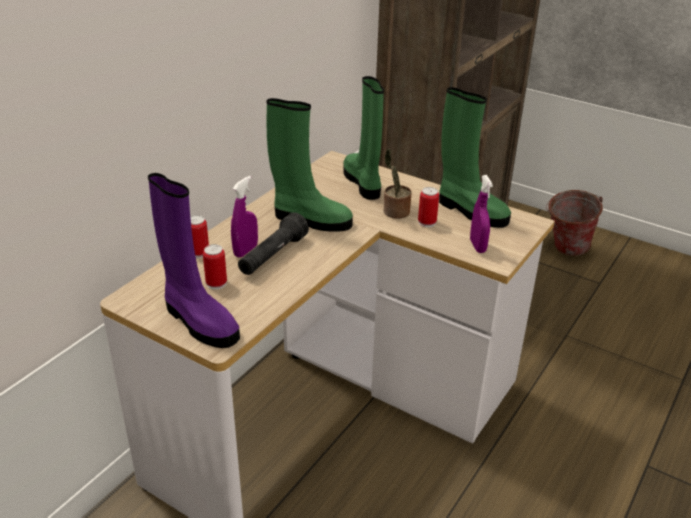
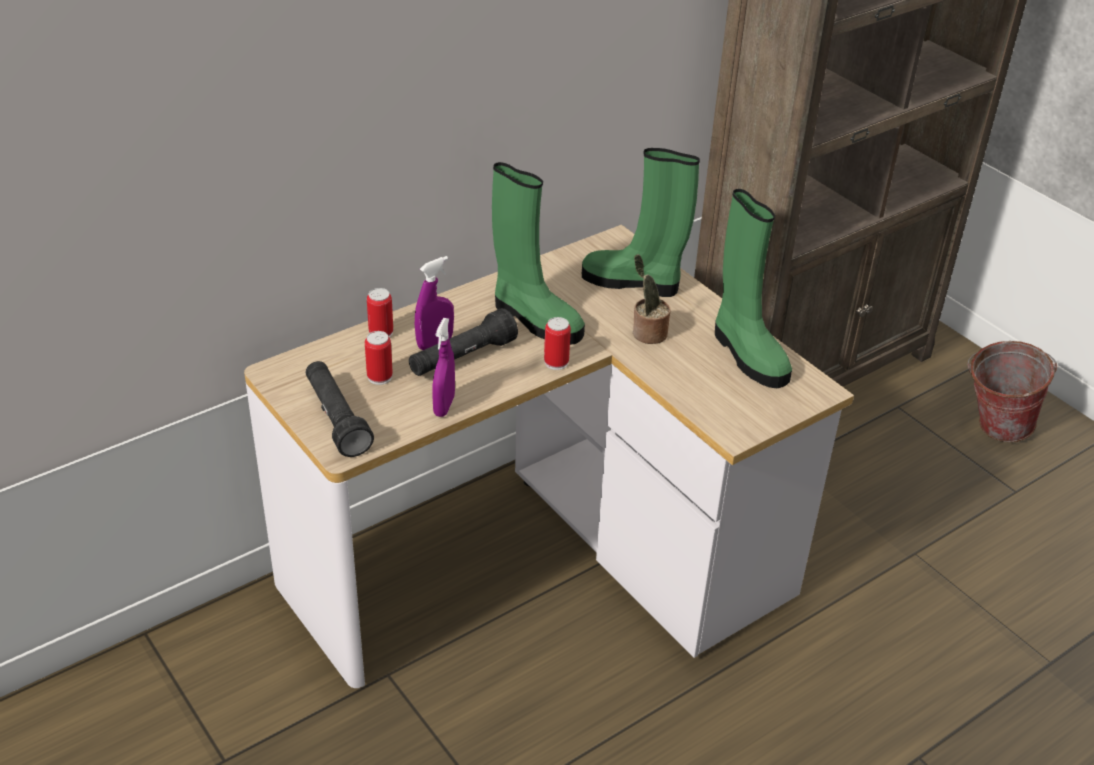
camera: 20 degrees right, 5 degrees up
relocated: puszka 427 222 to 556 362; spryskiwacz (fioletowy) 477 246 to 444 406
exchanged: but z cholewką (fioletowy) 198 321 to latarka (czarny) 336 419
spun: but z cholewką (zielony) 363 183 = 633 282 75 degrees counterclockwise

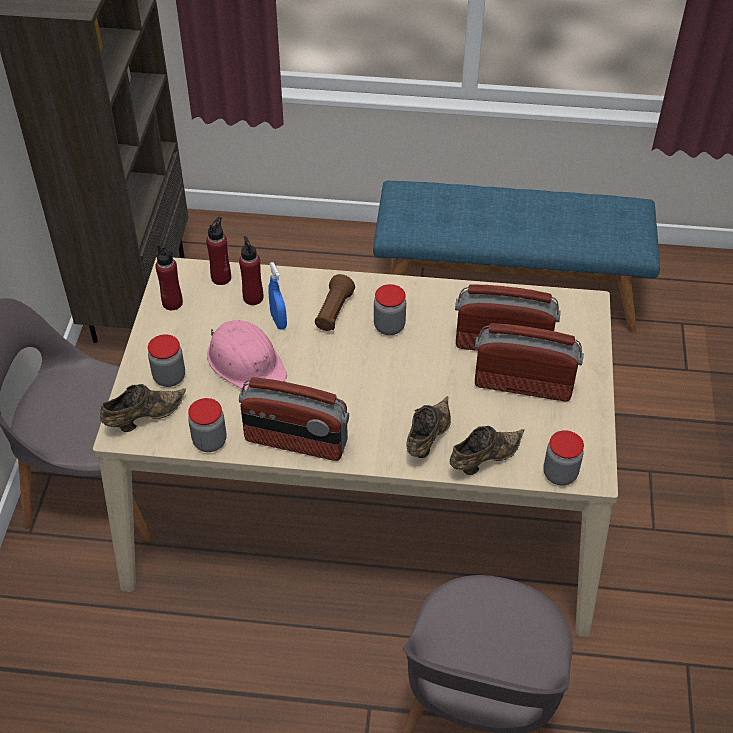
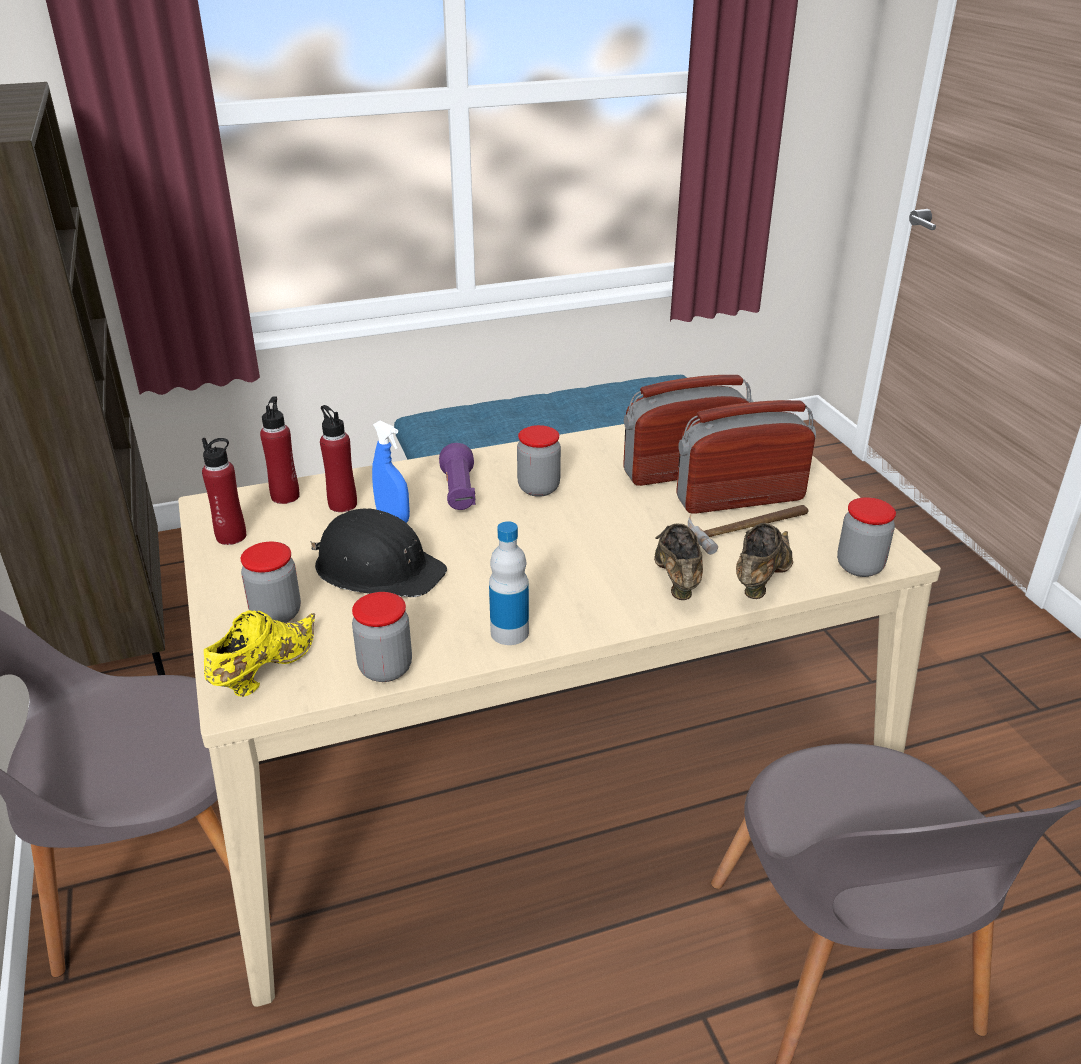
camera: 25 degrees left, 15 degrees down
appeared: młotek 748 526
exchanged: radio 295 442 to butelka 509 632
colour: but (brązowy) 143 418 to but (żółty) 263 671; kask (różowy) 246 362 to kask (czarny) 378 569; latarka (brązowy) 333 312 to latarka (fioletowy) 459 493

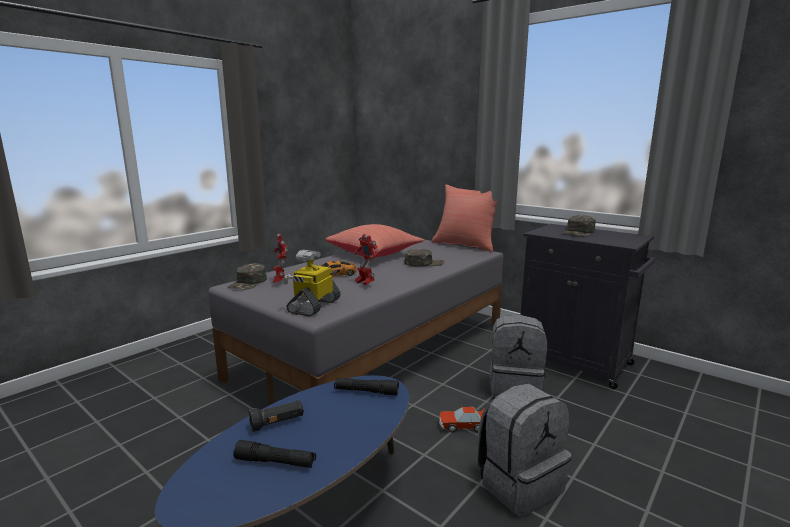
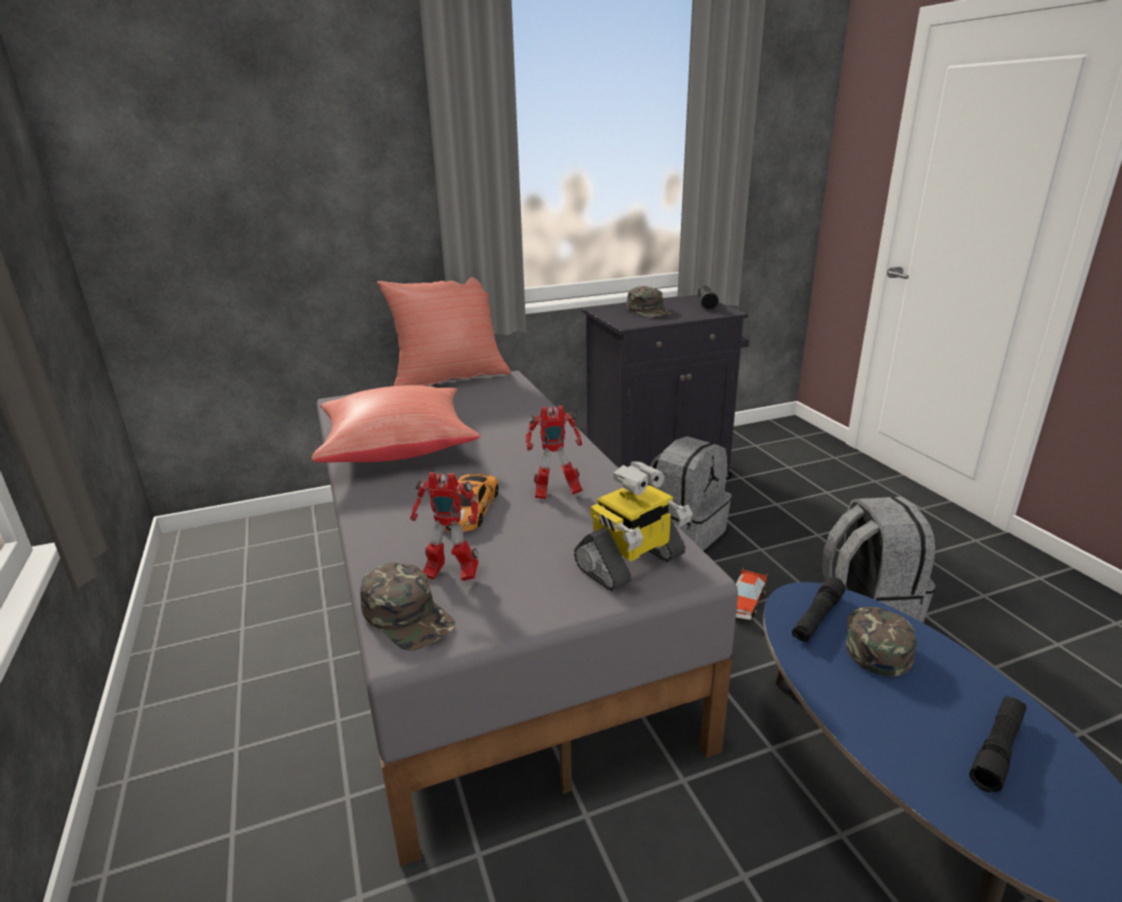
camera: 60 degrees left, 10 degrees up
relocated: latarka (czarny) 277 423 to 706 305; czapka z daszkiem (zielony) 424 263 to 876 642
spun: robot zabawkowy 313 306 = 631 563 90 degrees counterclockwise

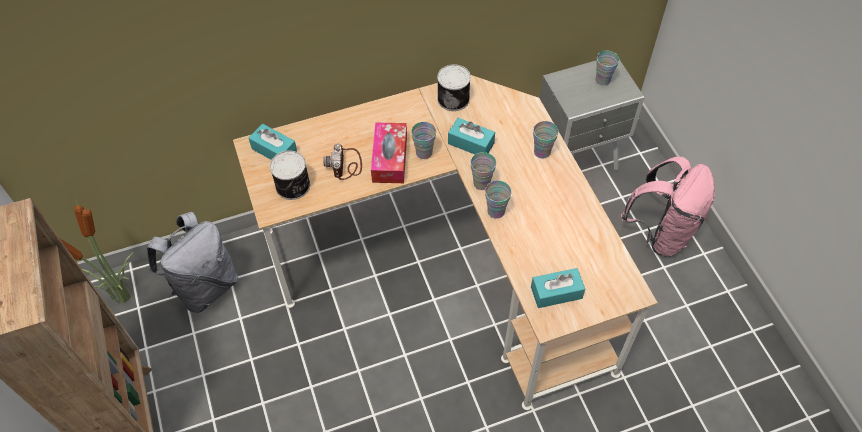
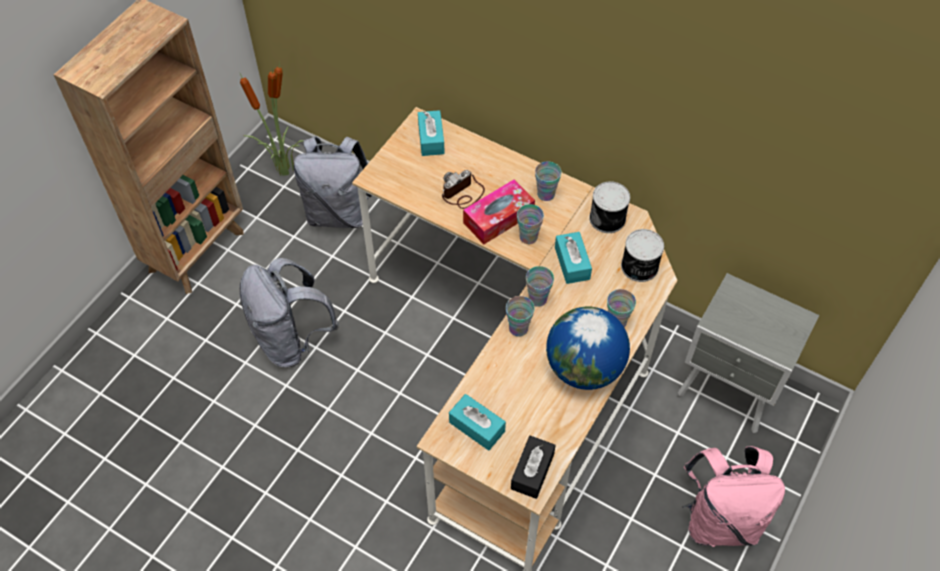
camera: 50 degrees right, 0 degrees up
appeared: plecak (szary) 292 339; pudełko chusteczek (czarny) 532 471; globus 584 368
relocated: puszka 293 186 to 639 267; filiżanka 602 80 to 546 194

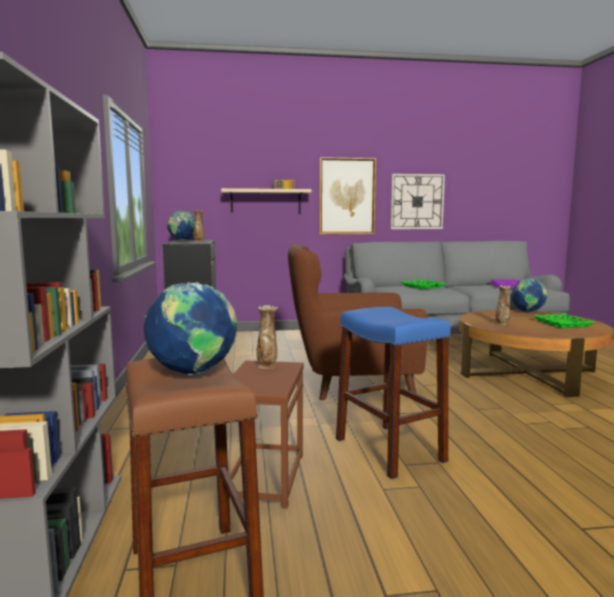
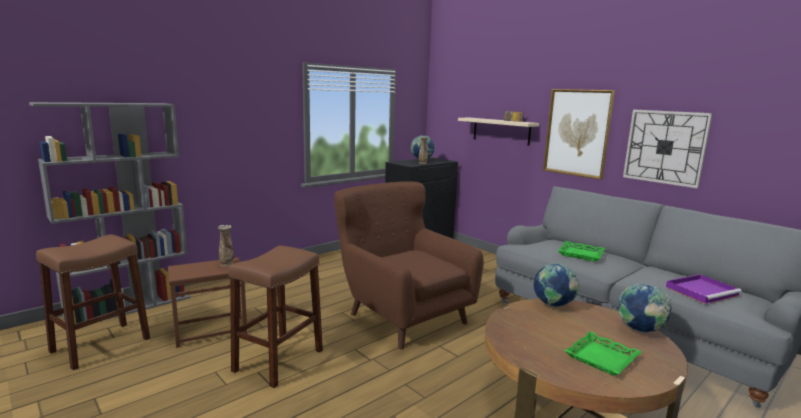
camera: 55 degrees right, 5 degrees up
missing: wazon 502 324
relocated: globus 193 374 to 553 305
colour: stołek (niebieski) 389 450 to stołek (brązowy) 279 360

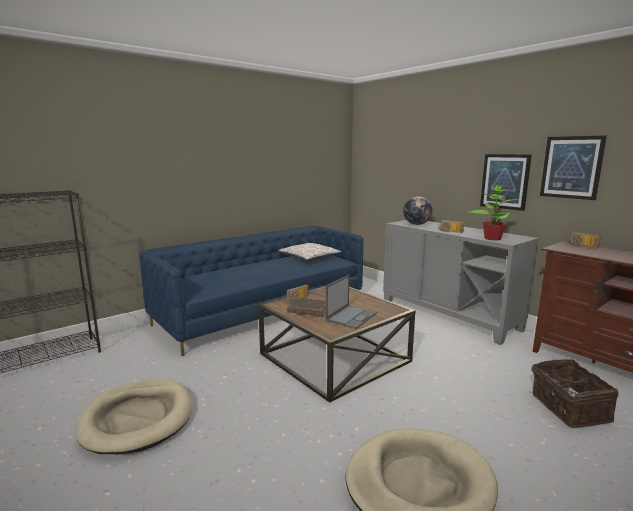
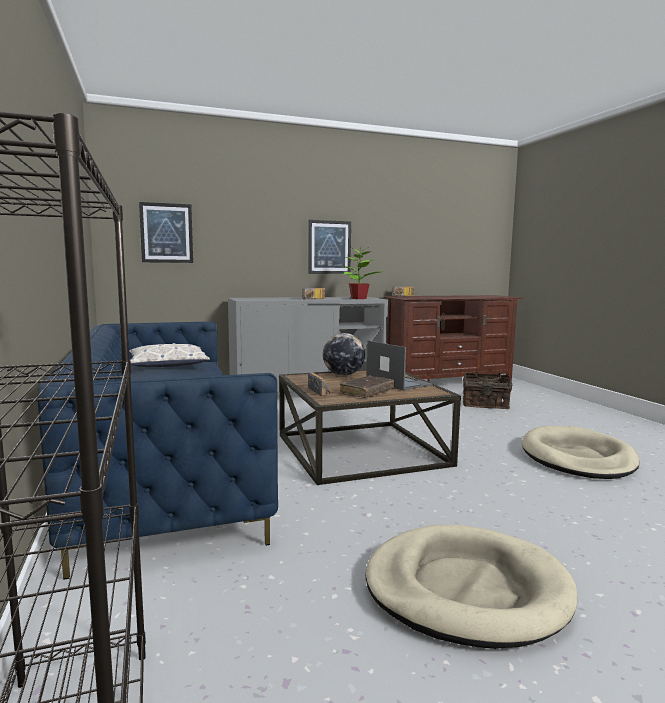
camera: 70 degrees left, 5 degrees down
relocated: globus 416 224 to 343 375; obraz 571 167 to 166 233

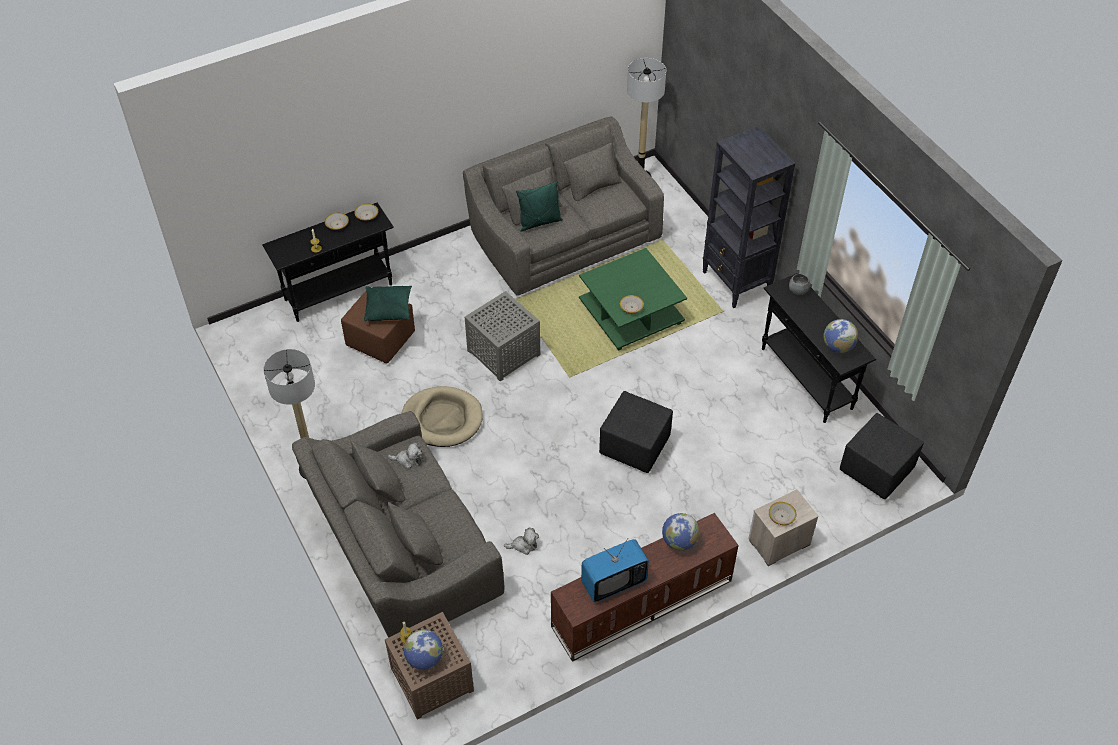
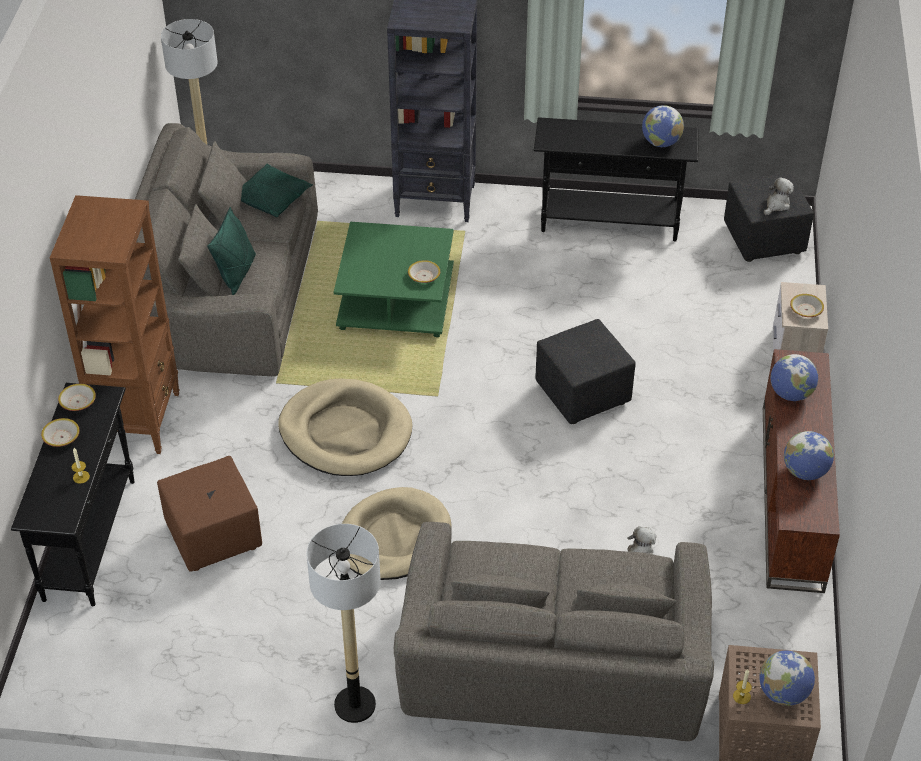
camera: 55 degrees left, 5 degrees down
missing: miska (szary) 798 290
appeared: regał (brązowy) 139 420
relocated: poduszka (zielony) 388 309 to 272 199; pluszak 408 460 to 777 204
exchanged: stolik (szary) 503 351 to legowisko (beżowy) 345 432; telewizor 613 582 to globus 805 471

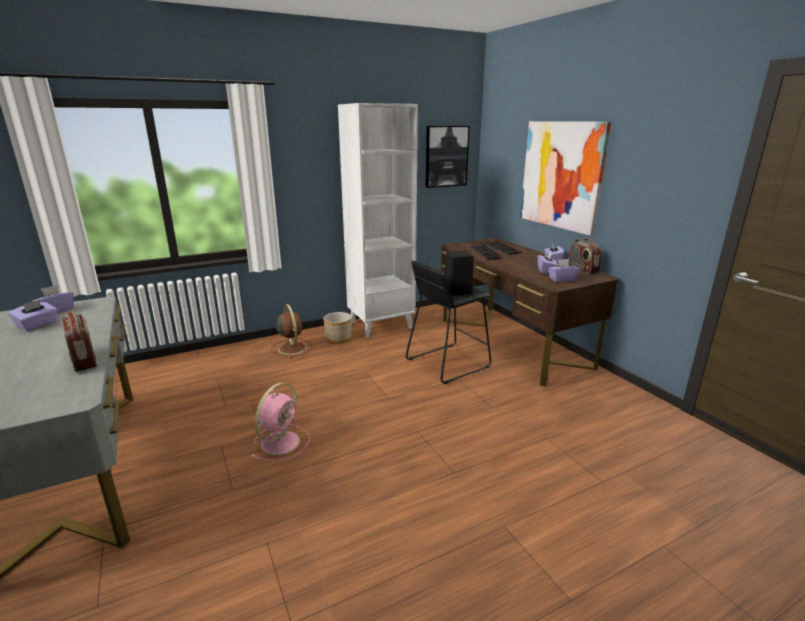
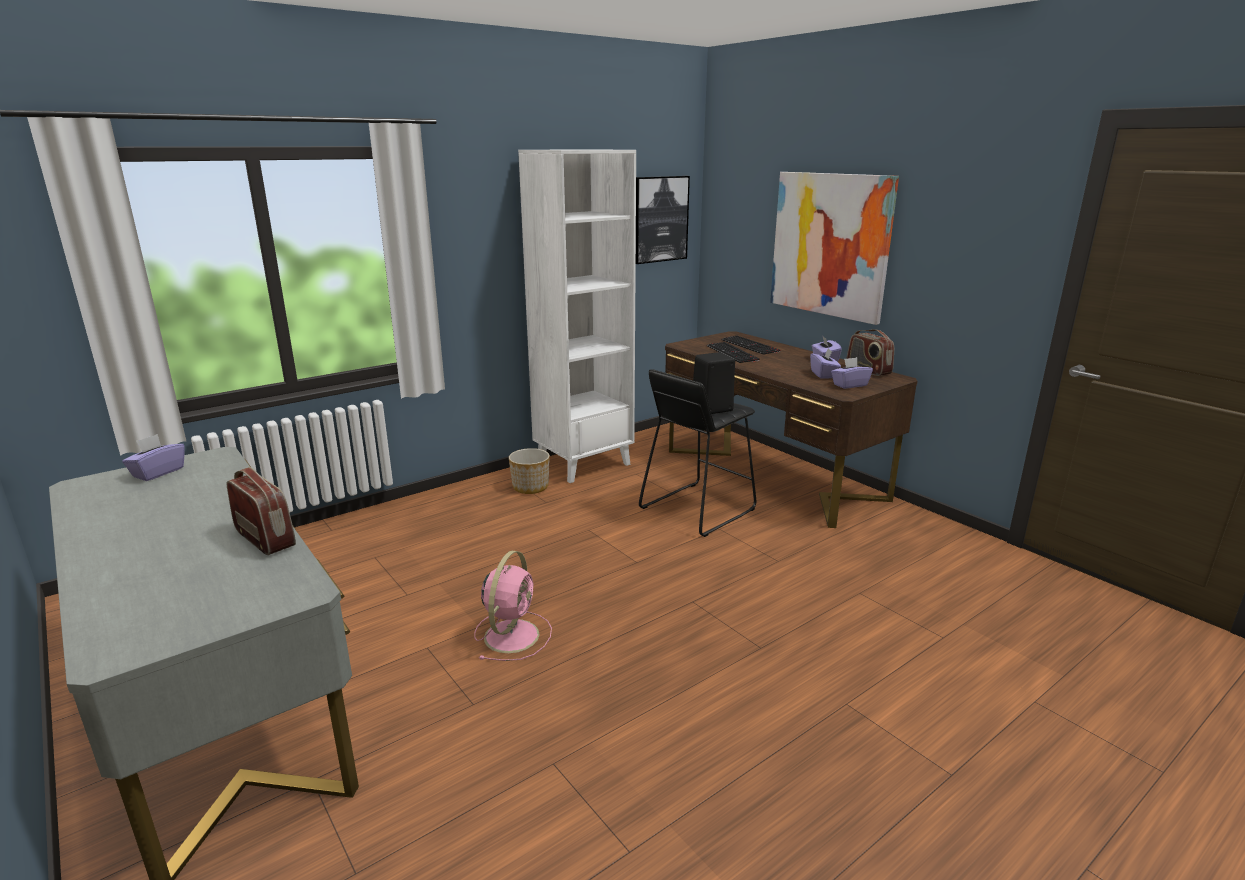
camera: 10 degrees left, 0 degrees up
missing: pudełko chusteczek (fioletowy) 37 325; wentylator (brązowy) 292 348

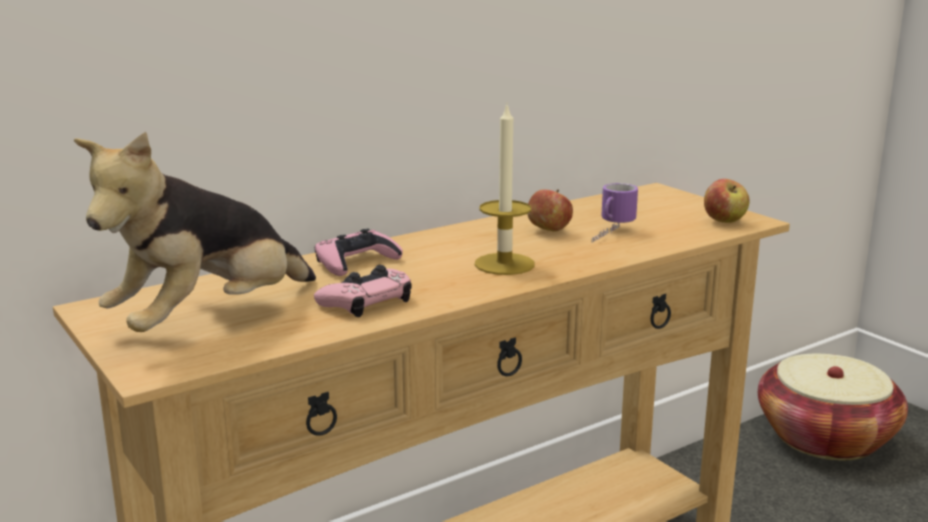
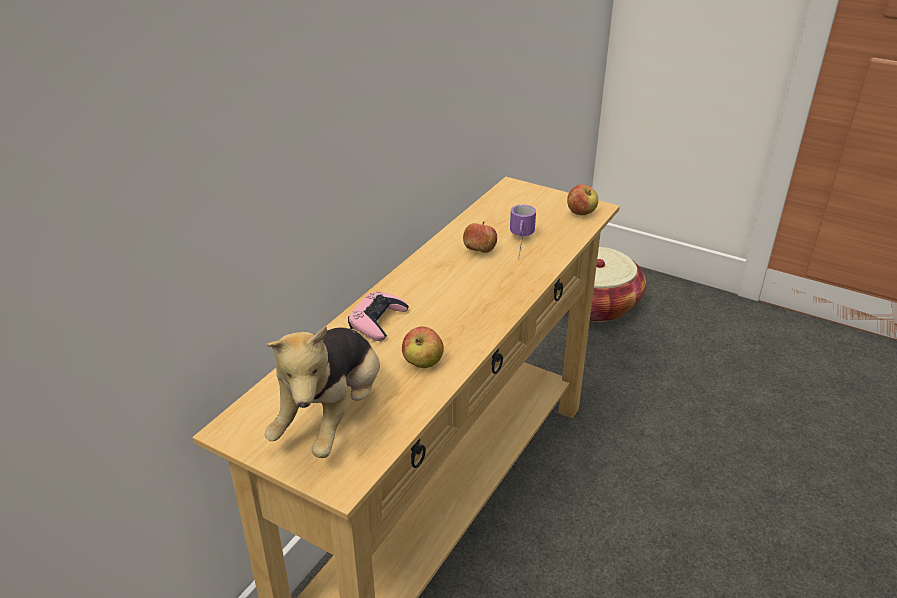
camera: 25 degrees left, 15 degrees up
missing: świeca 504 264
exchanged: pad do gier (różowy) 366 301 to jabłko 423 363

